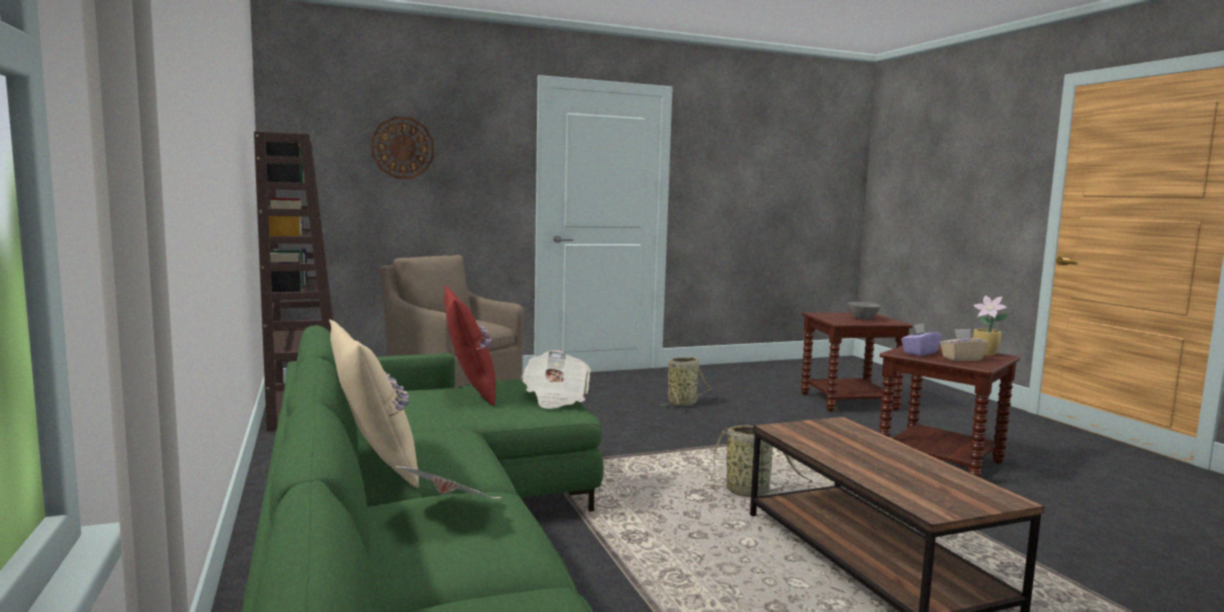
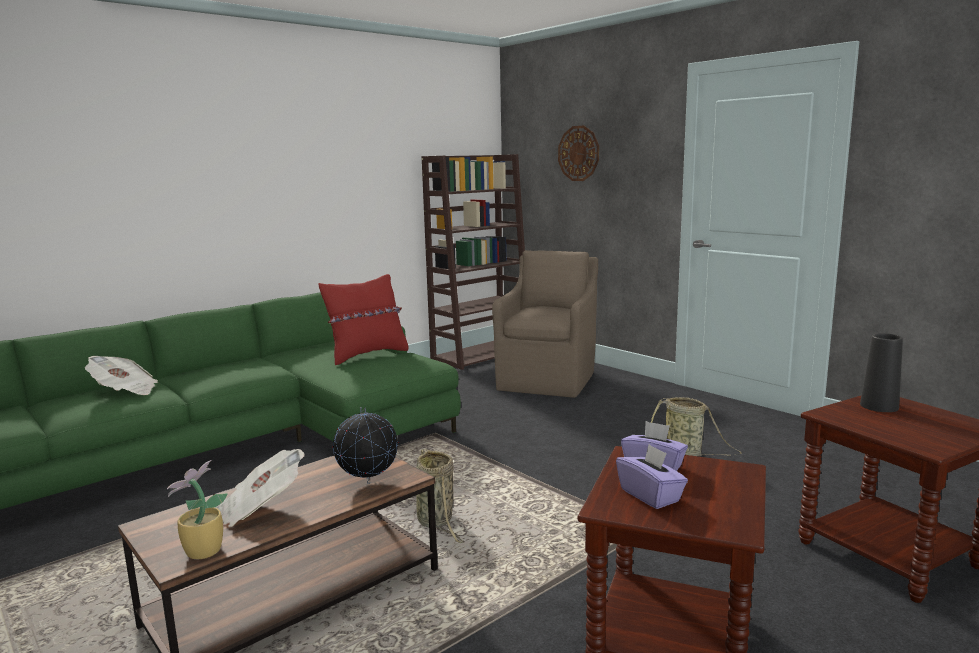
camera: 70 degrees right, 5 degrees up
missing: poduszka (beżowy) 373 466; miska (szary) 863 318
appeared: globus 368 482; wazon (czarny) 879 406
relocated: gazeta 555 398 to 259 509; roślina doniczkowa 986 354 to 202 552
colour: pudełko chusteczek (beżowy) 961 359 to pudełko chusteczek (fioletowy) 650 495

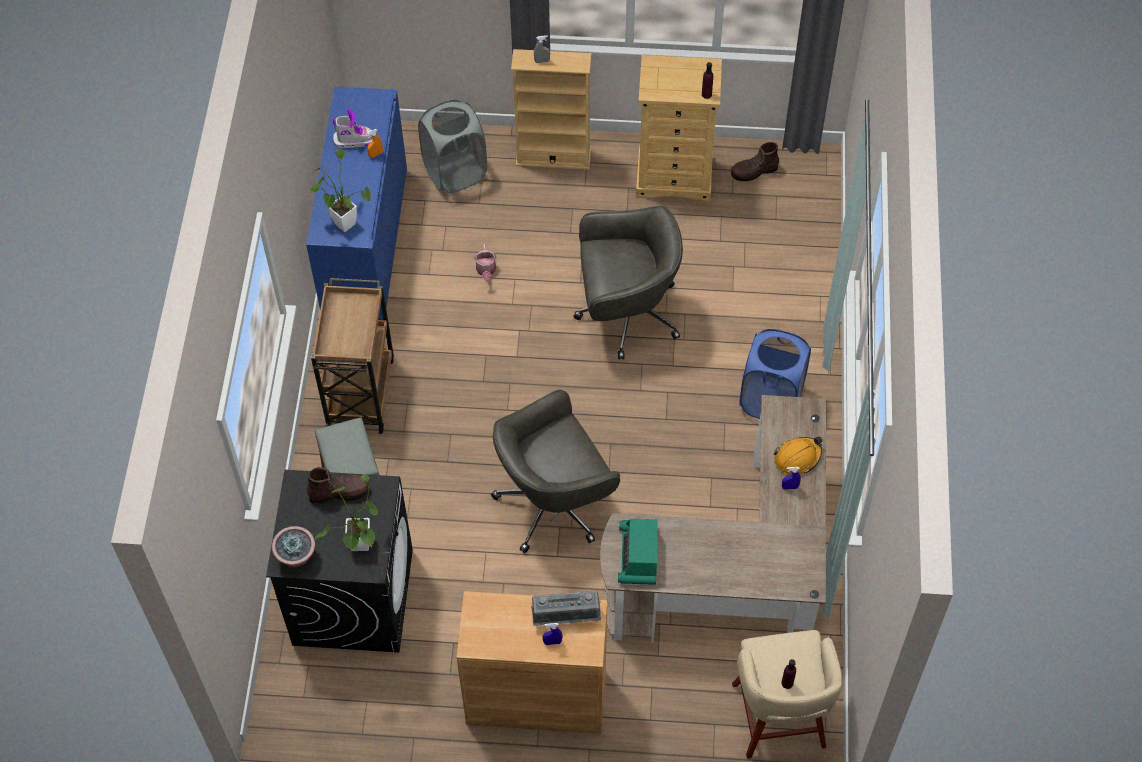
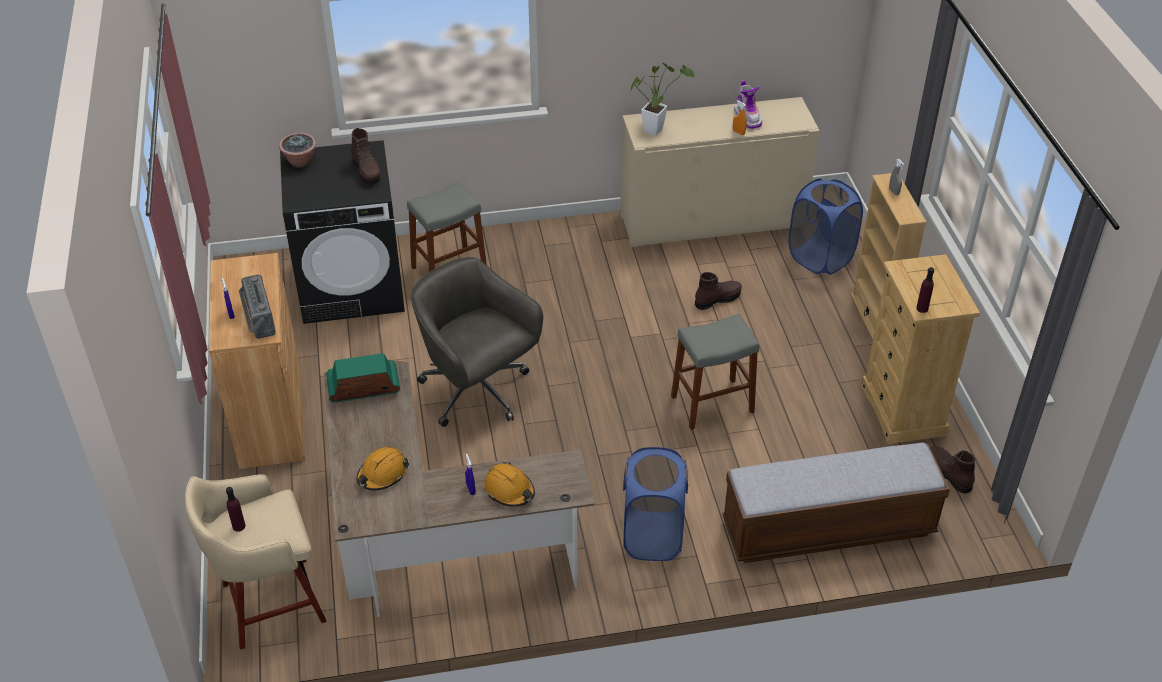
camera: 75 degrees right, 15 degrees down
missing: wózek (brązowy) 360 391; roślina doniczkowa 360 548
appeared: kask (pomarańczowy) 382 474; ławka 828 528
exchanged: konewka 486 271 to but z cholewką (brązowy) 717 299; krzesło biurowe (szary) 626 314 to stołek (szary) 712 404
colour: szafka (niebieski) 365 243 to szafka (beżowy) 712 221; kosz na pranie (szary) 455 172 to kosz na pranie (niebieski) 820 258

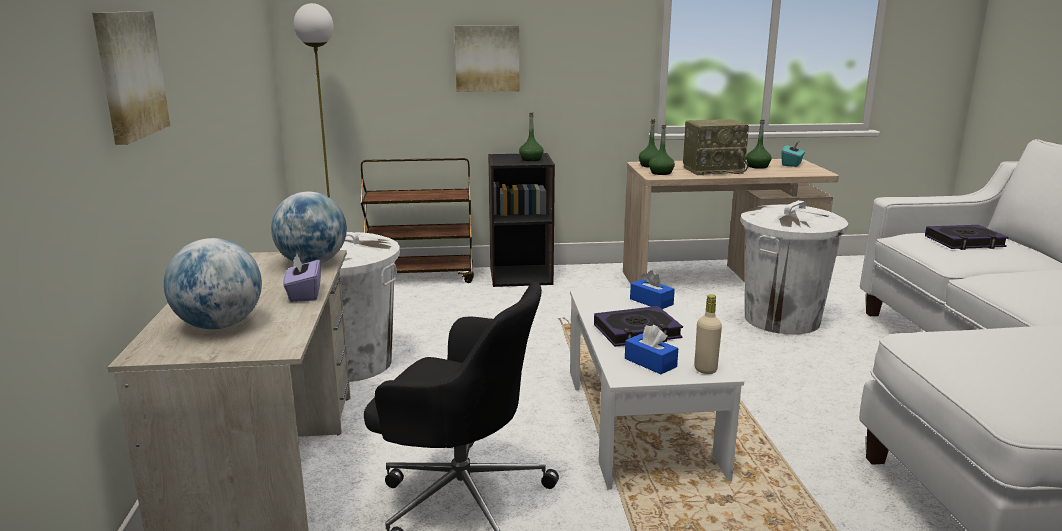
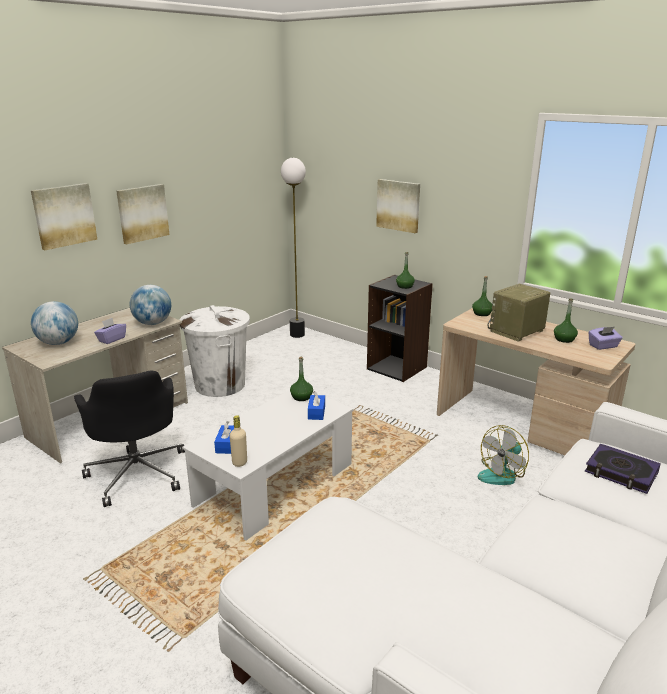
camera: 45 degrees right, 5 degrees up
missing: wózek (brązowy) 420 277; książka 637 332
appeared: obraz 142 213
relocated: butelka (zielony) 661 173 to 301 397
exchanged: kosz na śmieci (biały) 782 319 to wentylator 502 474
colour: pudełko chusteczek (turkusowy) 792 164 to pudełko chusteczek (fioletowy) 603 346
spun: radio 713 170 = 516 331 105 degrees clockwise

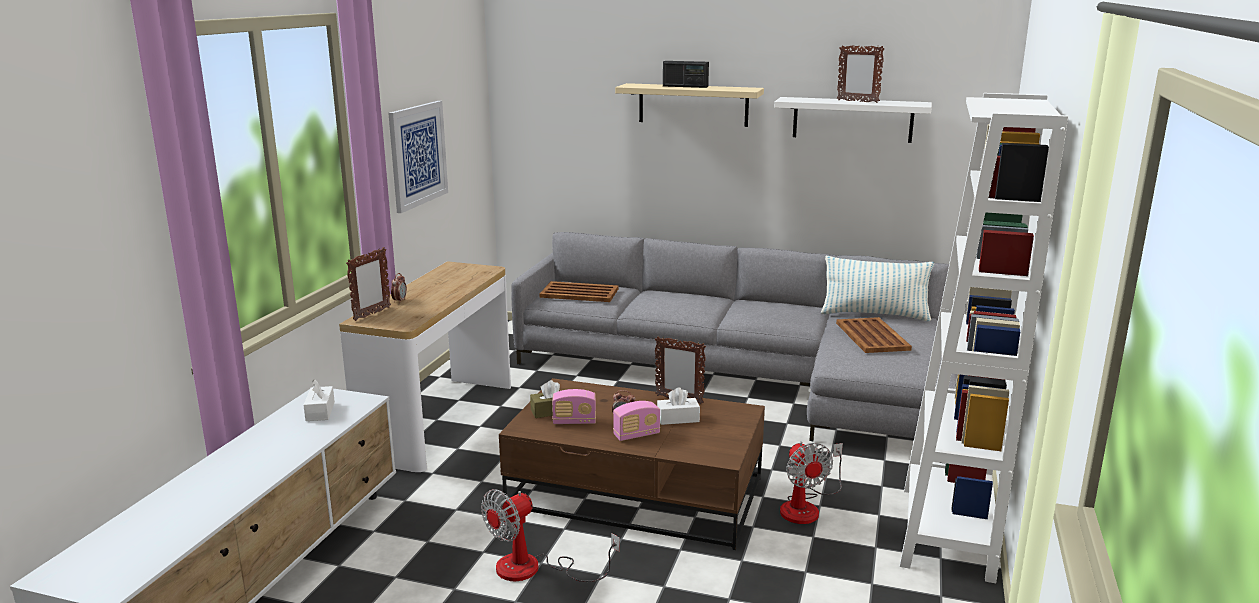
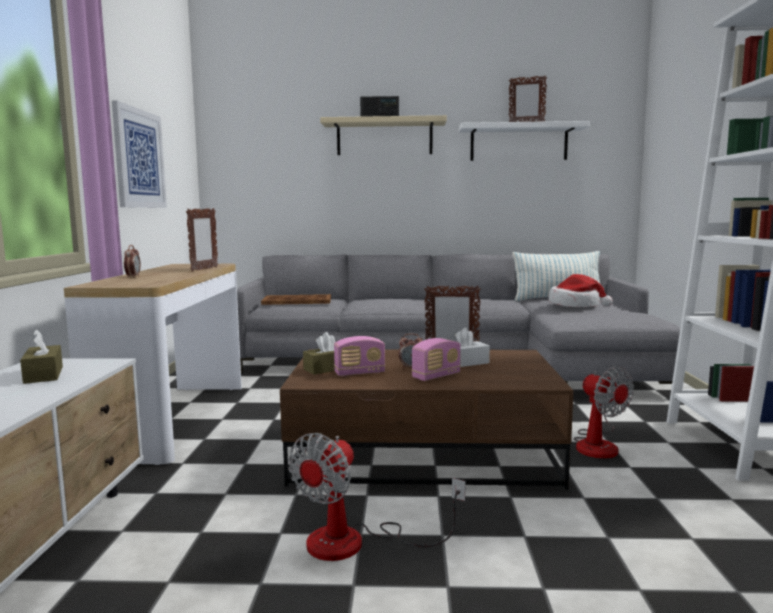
camera: 15 degrees left, 10 degrees down
relocated: ramka na zdjęcie 371 314 to 204 269
exchanged: taca (brązowy) 872 336 to kapelusz 575 305
colour: pudełko chusteczek (biały) 320 411 to pudełko chusteczek (brązowy) 43 375

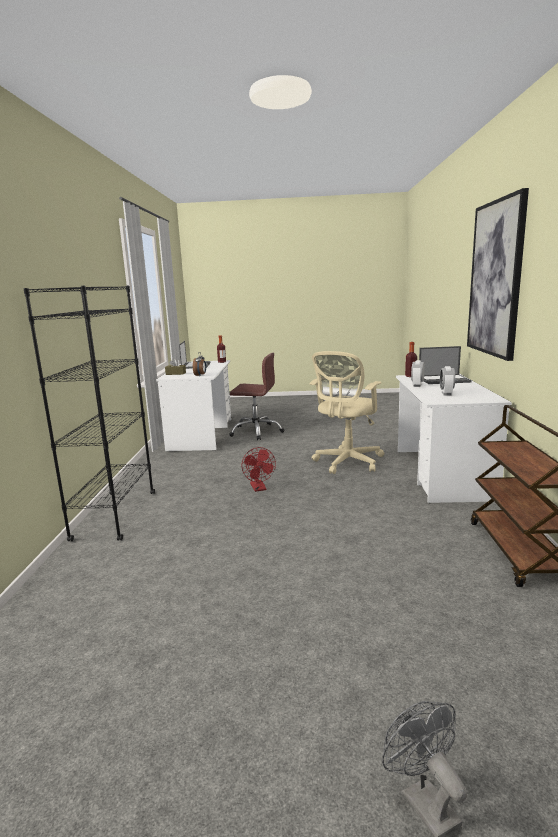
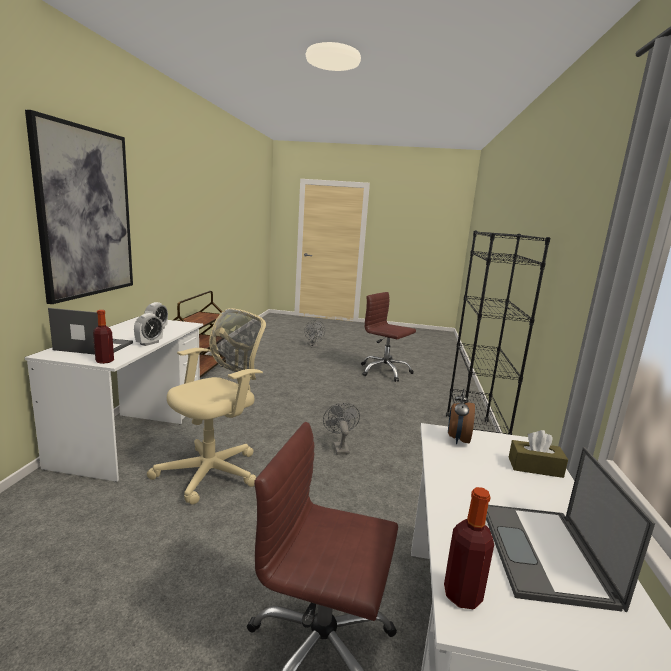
camera: 175 degrees left, 0 degrees up
appeared: krzesło biurowe (brązowy) 384 371
colour: wentylator (czerwony) 259 488 to wentylator (szary) 339 447

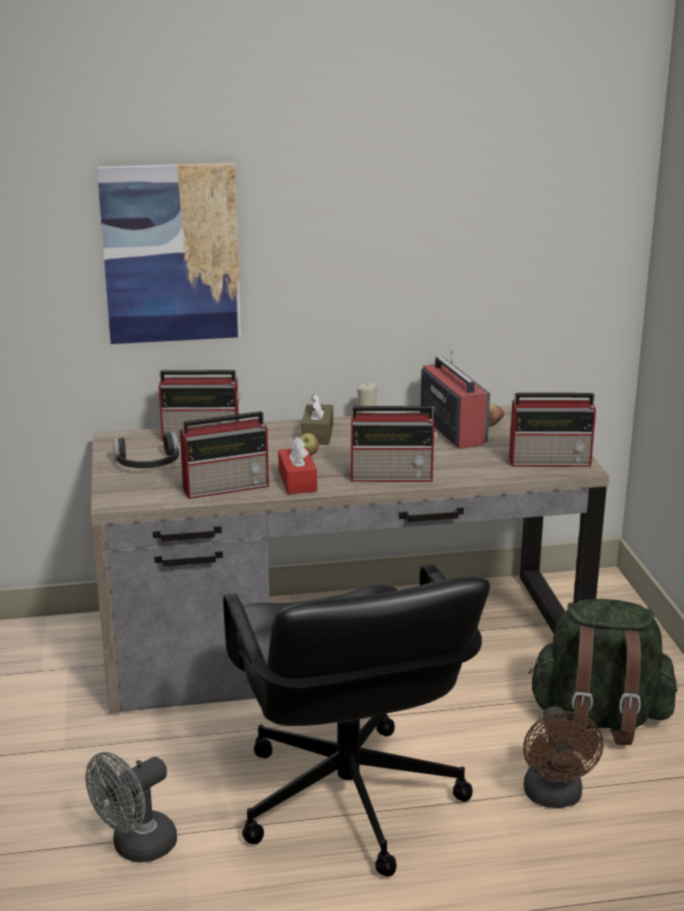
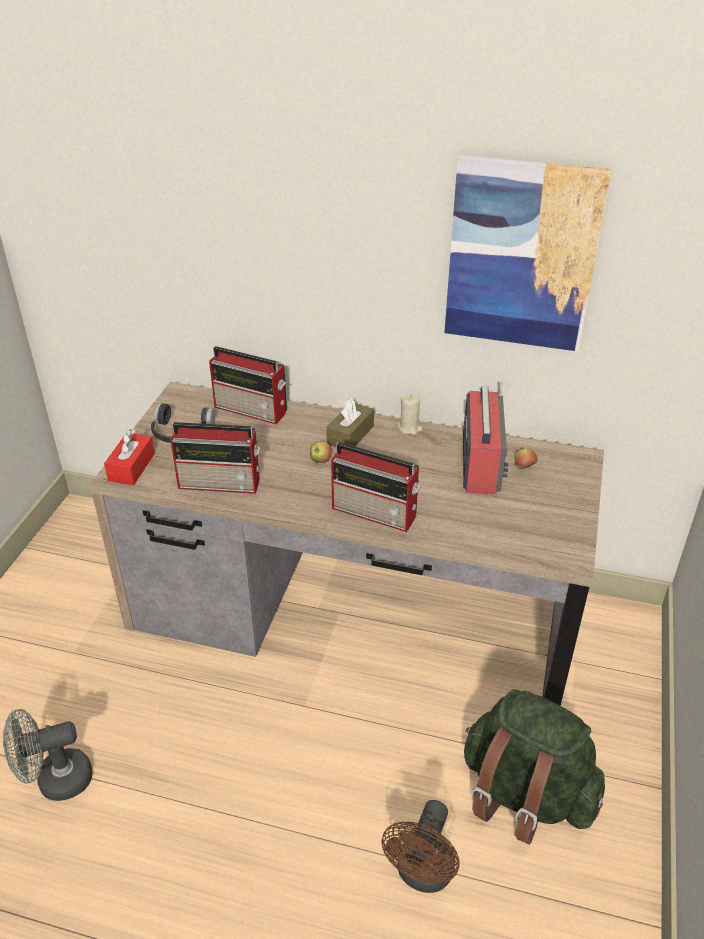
camera: 25 degrees right, 15 degrees up
missing: krzesło biurowe (czarny) 347 801; radio 551 461
relocated: obraz 171 253 to 521 256; pudełko chusteczek (czerwony) 297 481 to 131 467

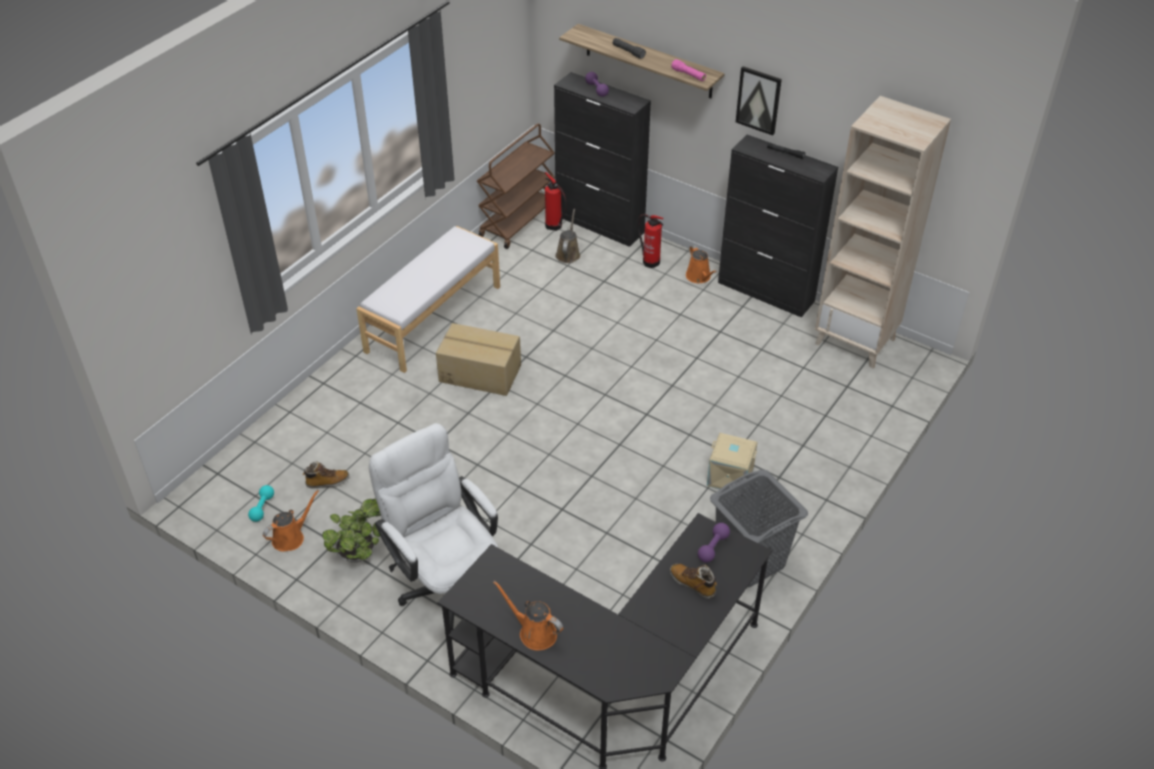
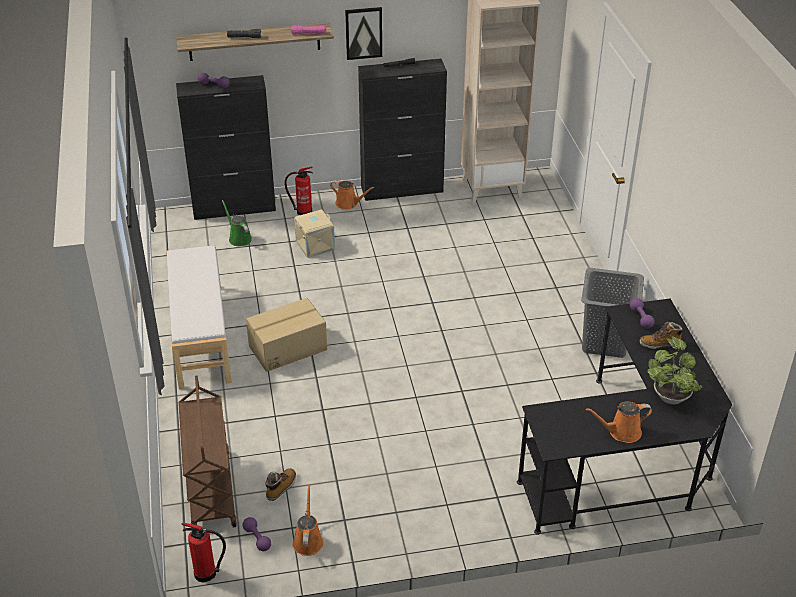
camera: 45 degrees left, 5 degrees down
missing: krzesło biurowe (biały) 446 582
relocated: roślina doniczkowa 359 552 to 670 395; wózek (brązowy) 517 221 to 210 490; gaśnica 554 226 to 207 574; pojemnik do przechowywania (beżowy) 729 477 to 315 246
colour: hantel (turkusowy) 262 508 to hantel (fioletowy) 257 538; konewka (brązowy) 568 253 to konewka (zielony) 238 238

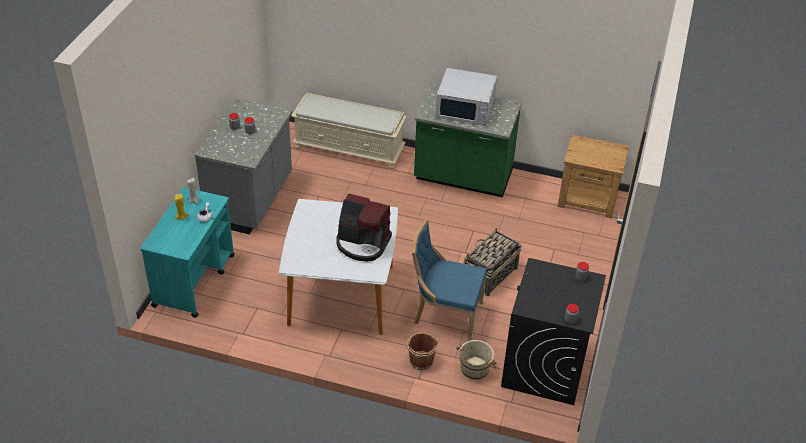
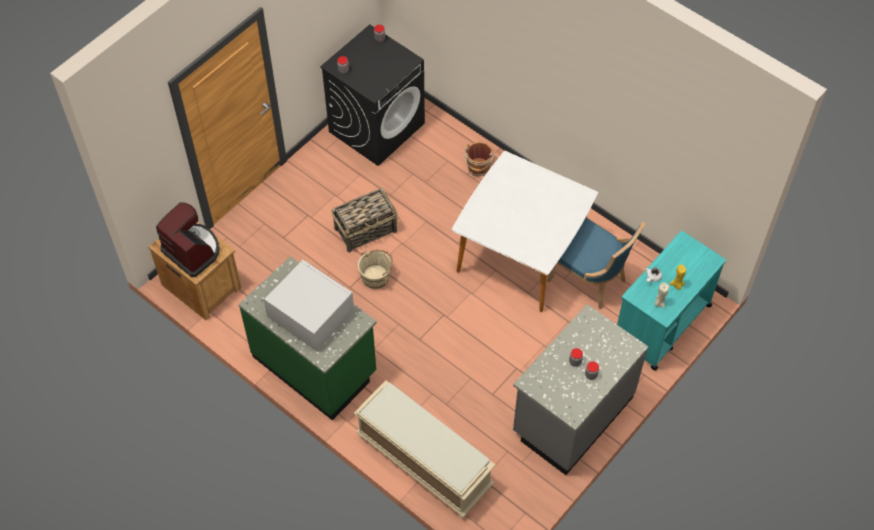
camera: 155 degrees left, 15 degrees up
relocated: ekspres do kawy 362 243 to 192 251; krzesło (niebieski) 445 314 to 590 280; wiadro (beżowy) 474 369 to 376 277

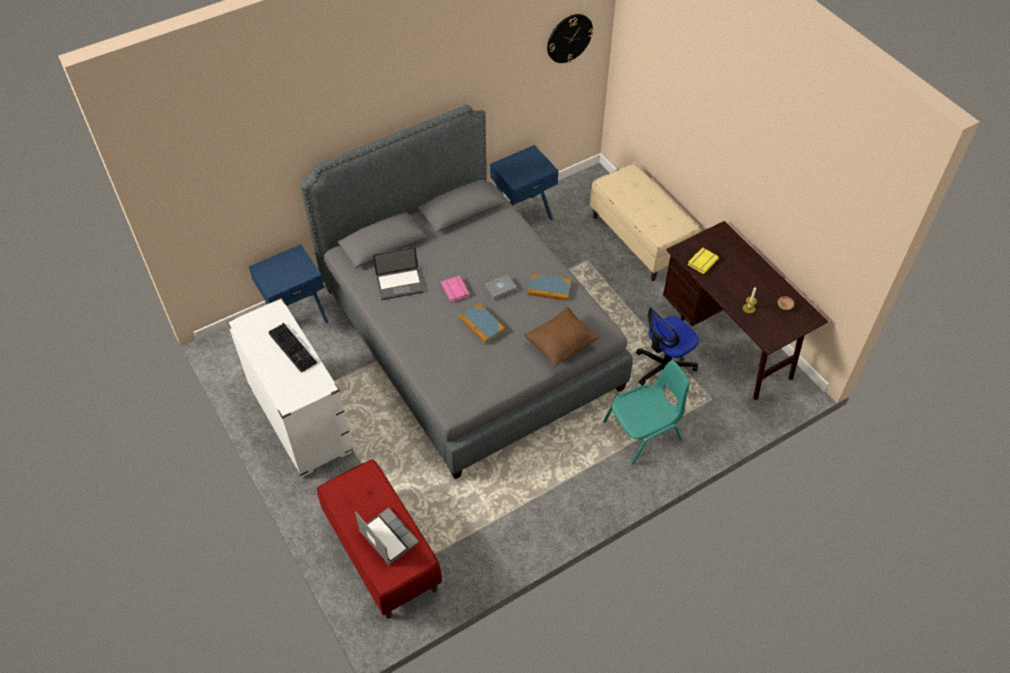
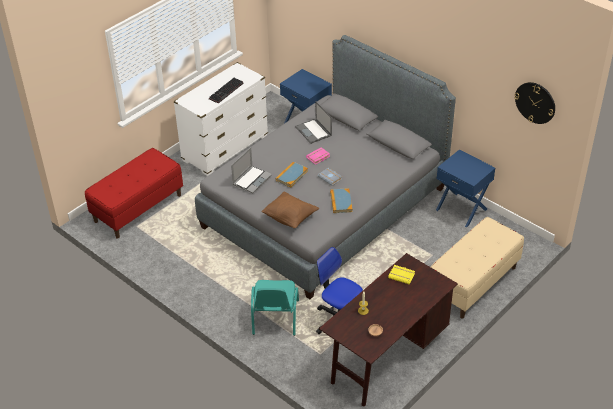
camera: 75 degrees right, 10 degrees down
relocated: laptop 387 537 to 252 180
spun: krzesło (turkusowy) 644 431 = 274 318 45 degrees clockwise

